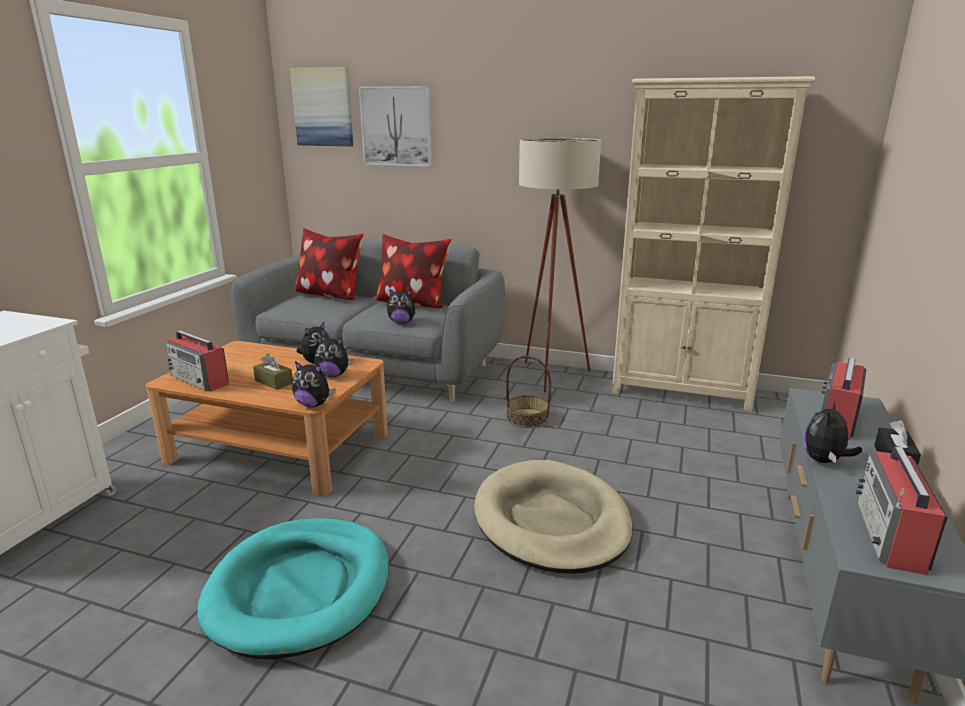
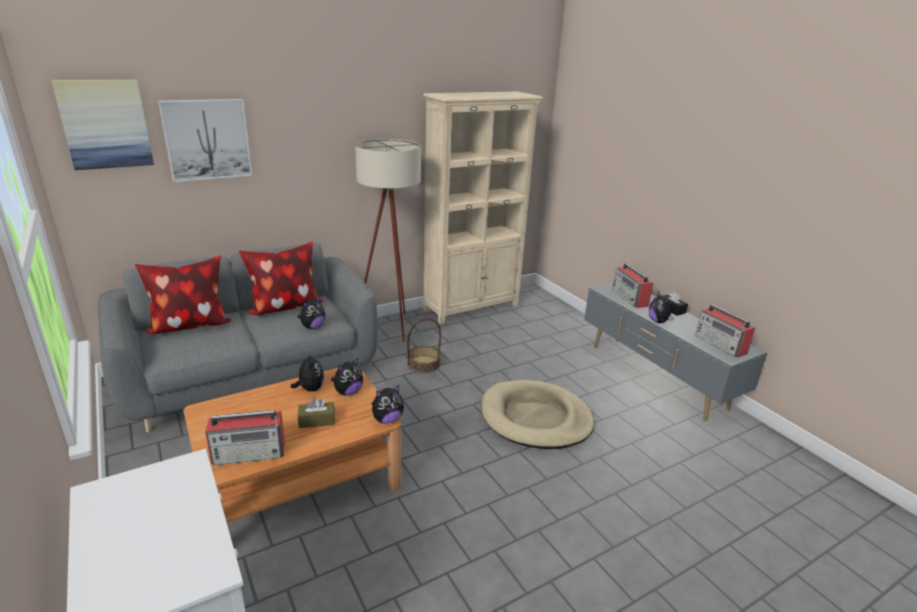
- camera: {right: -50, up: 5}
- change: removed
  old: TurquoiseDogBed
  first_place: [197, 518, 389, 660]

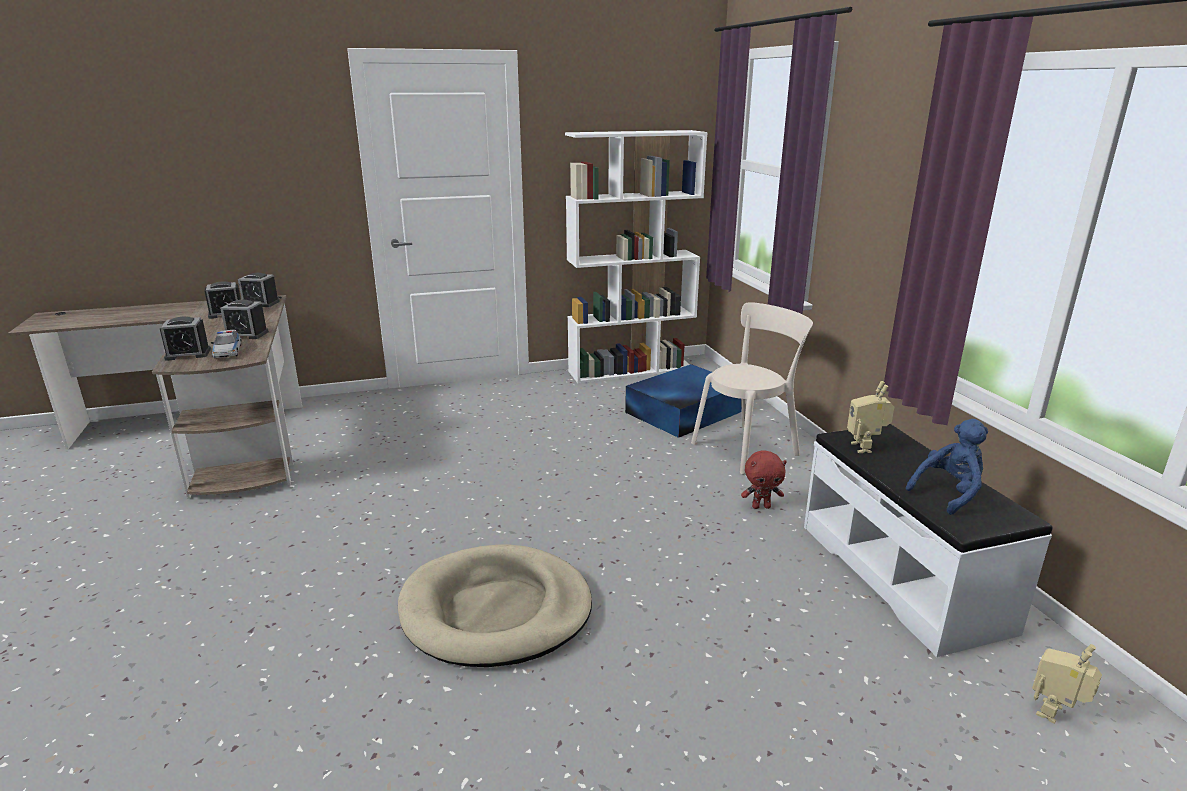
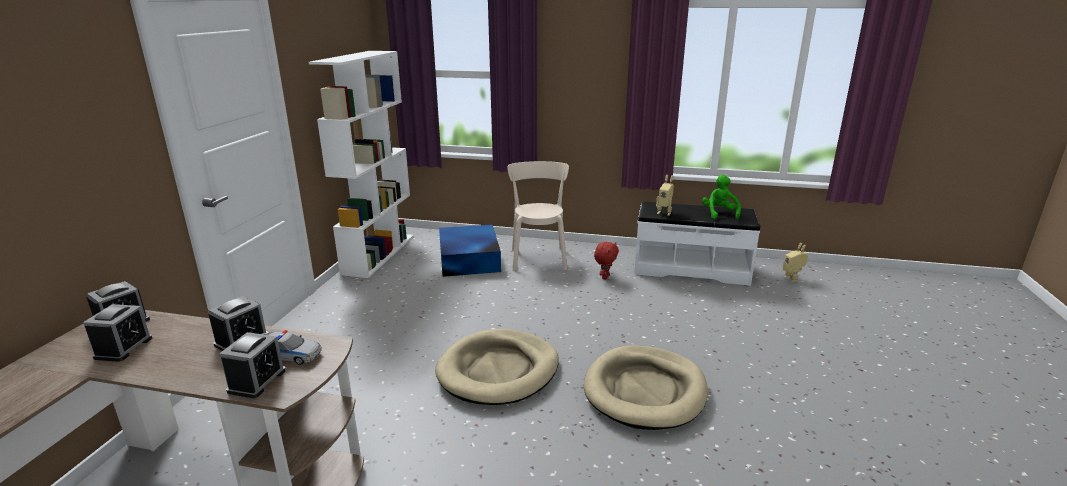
- camera: {right: -60, up: 0}
- change: added
  new: BeigeDogBed
  second_place: [435, 329, 559, 405]
- change: recoloured
  old: BluePlushToy
  new: GreenPlushToy
  first_place: [906, 419, 988, 515]
  second_place: [702, 175, 741, 220]

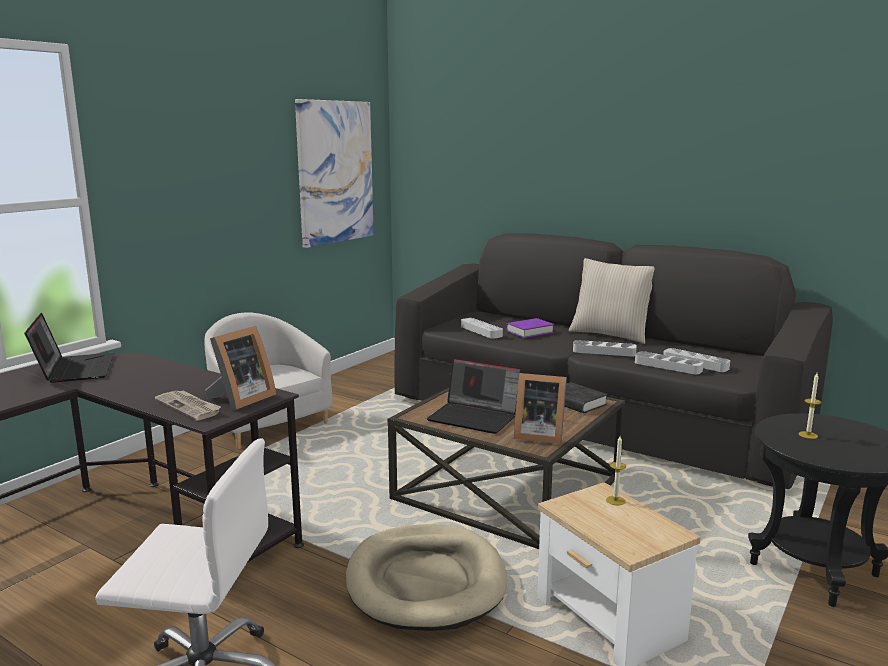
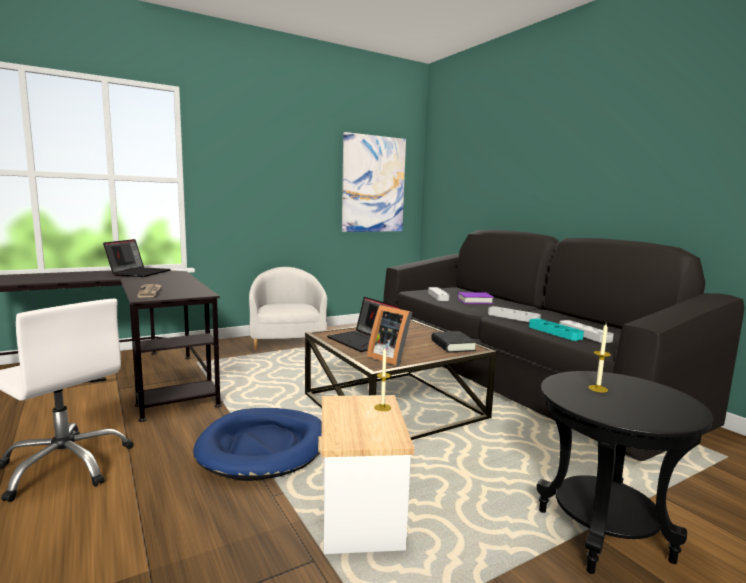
- camera: {right: 25, up: -5}
- change: removed
  old: PictureFrame
  first_place: [205, 326, 276, 410]
- change: removed
  old: BeigePillow
  first_place: [569, 258, 655, 344]
- change: recoloured
  old: BeigeDogBed
  new: BlueDogBed
  first_place: [346, 524, 508, 631]
  second_place: [193, 408, 322, 481]
- change: recoloured
  old: GreyTray
  new: TurquoiseTray
  first_place: [635, 351, 703, 374]
  second_place: [529, 318, 584, 341]

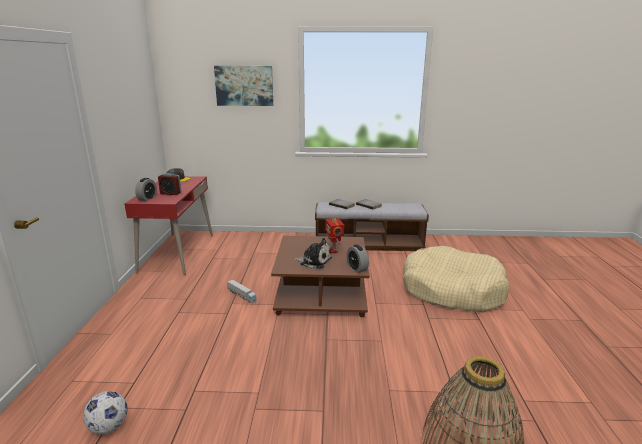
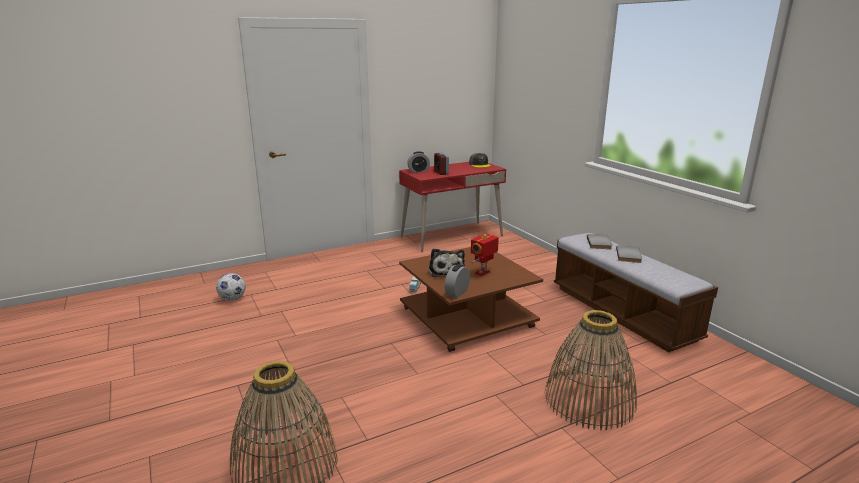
- camera: {right: 60, up: 0}
- change: removed
  old: Picture
  first_place: [214, 66, 273, 106]
- change: replaced
  old: BeigeDogBed
  new: Basket
  first_place: [403, 246, 509, 313]
  second_place: [544, 310, 637, 430]

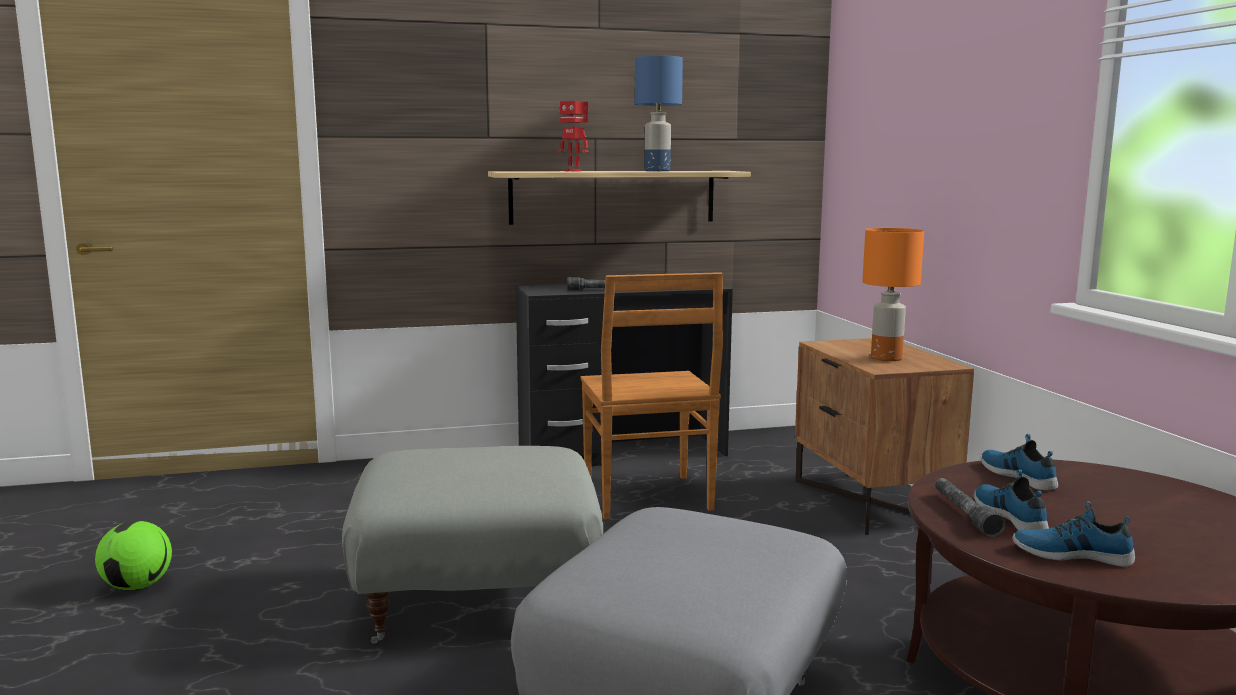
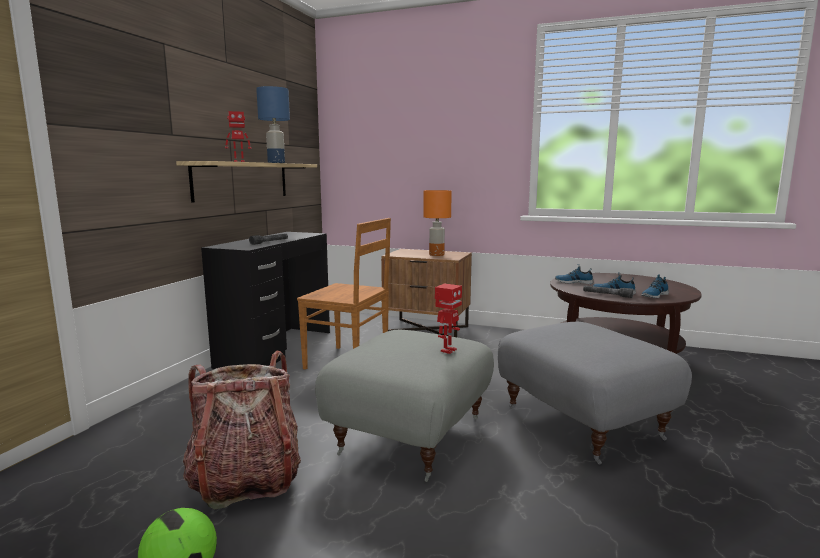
- camera: {right: -55, up: 0}
- change: added
  new: Backpack
  second_place: [183, 351, 301, 509]
- change: added
  new: ToyRobot
  second_place: [435, 283, 462, 354]

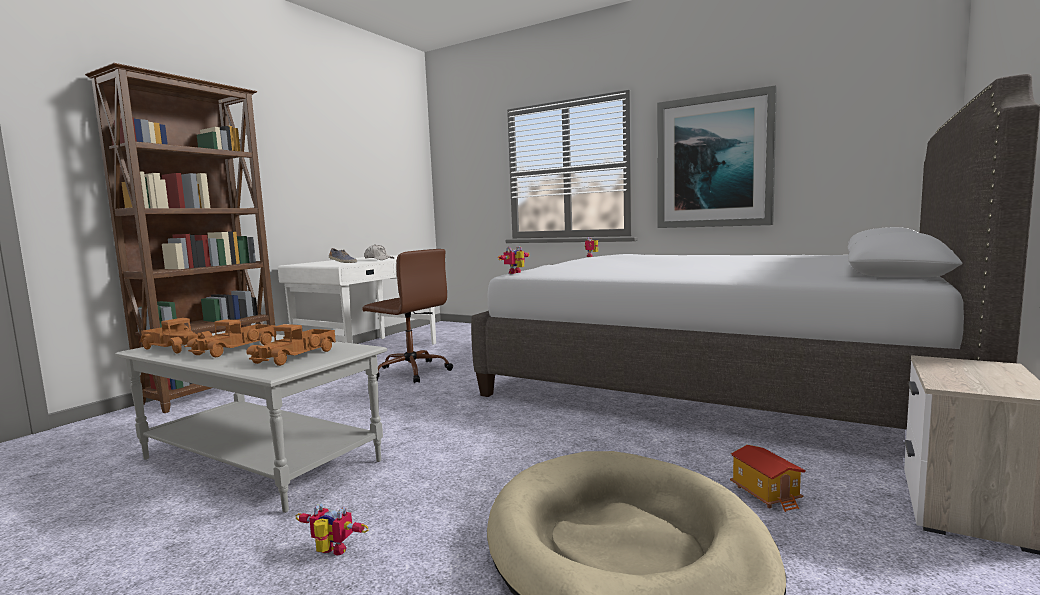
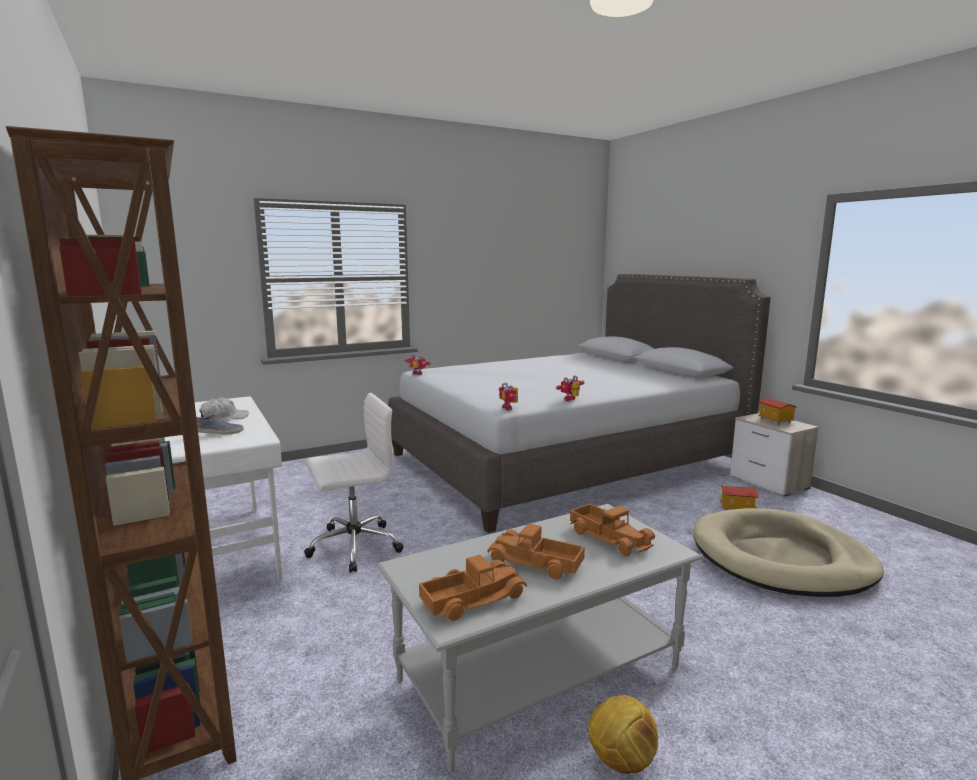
- camera: {right: -60, up: 5}
- change: removed
  old: Picture
  first_place: [657, 85, 777, 228]
- change: added
  new: Football
  second_place: [588, 695, 658, 774]
- change: added
  new: ToyHouse
  second_place: [758, 398, 797, 425]
- change: moved
  old: ToyRobot
  first_place: [296, 503, 368, 556]
  second_place: [556, 376, 585, 401]
- change: recoloured
  old: BrownOfficeChair
  new: WhiteOfficeChair
  first_place: [363, 249, 453, 383]
  second_place: [304, 393, 404, 573]
- change: turned
  old: ToyTruck
  first_place: [187, 319, 275, 357]
  second_place: [487, 523, 585, 579]
  degrees: 150

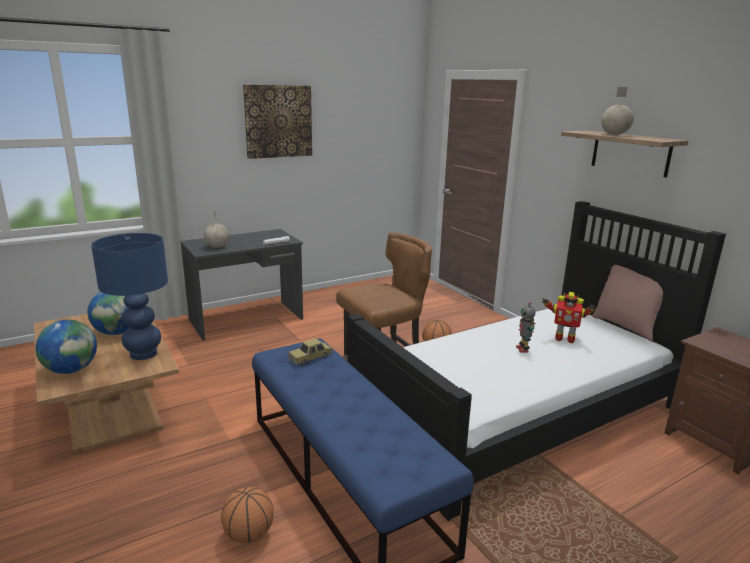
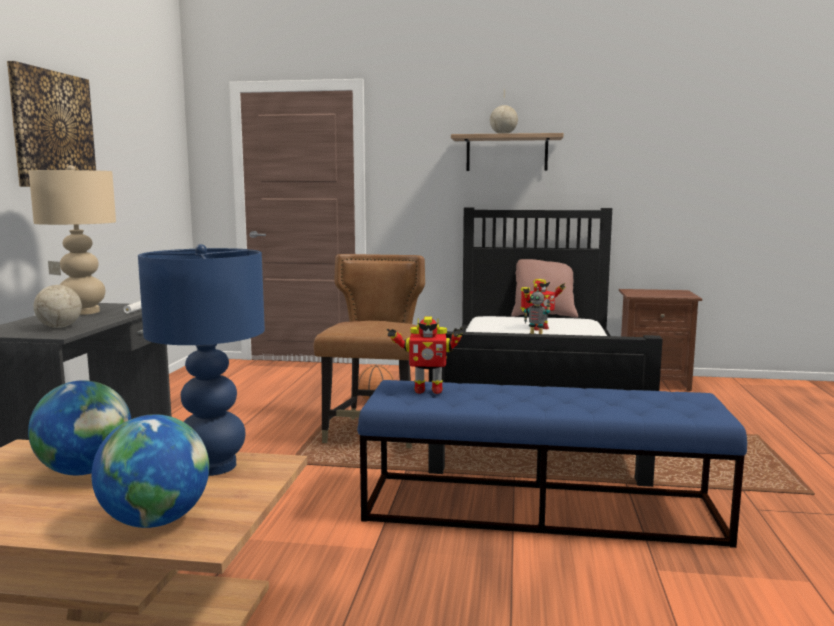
- camera: {right: -50, up: -10}
- change: removed
  old: Basketball
  first_place: [221, 487, 274, 543]
- change: added
  new: BeigeTableLamp
  second_place: [29, 165, 116, 315]
- change: replaced
  old: ToyCar
  new: ToyRobot
  first_place: [288, 338, 332, 365]
  second_place: [387, 317, 463, 394]

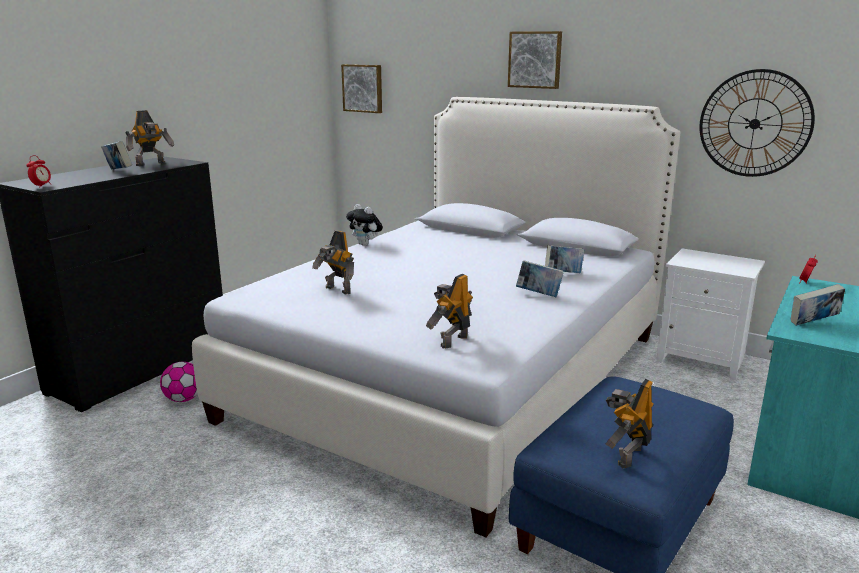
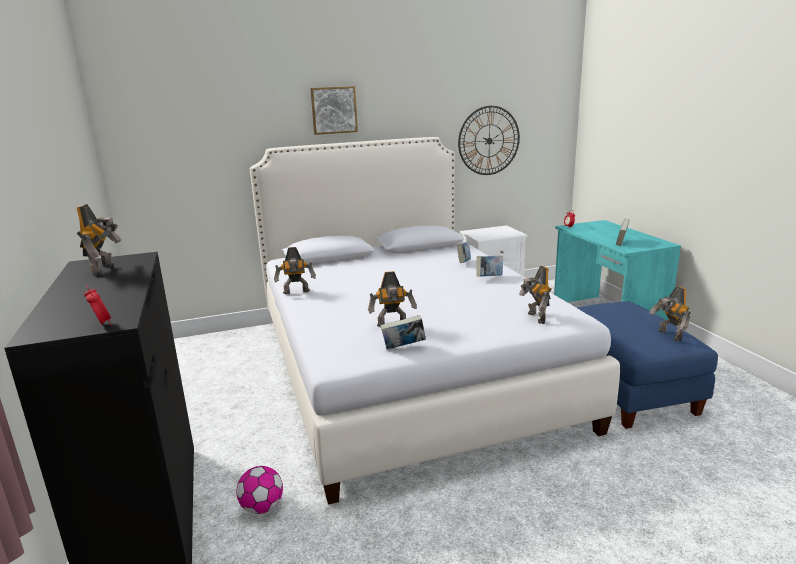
- camera: {right: -50, up: 0}
- change: removed
  old: Picture
  first_place: [341, 64, 382, 113]
- change: moved
  old: Book
  first_place: [101, 141, 132, 170]
  second_place: [380, 315, 426, 349]
- change: replaced
  old: PlushToy
  new: ToyRobot
  first_place: [346, 204, 383, 246]
  second_place: [274, 247, 316, 294]

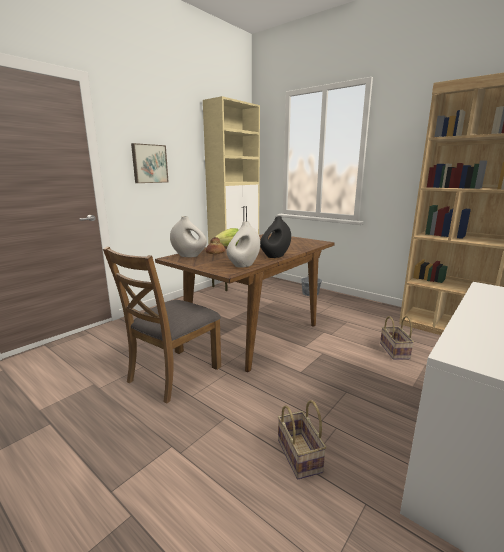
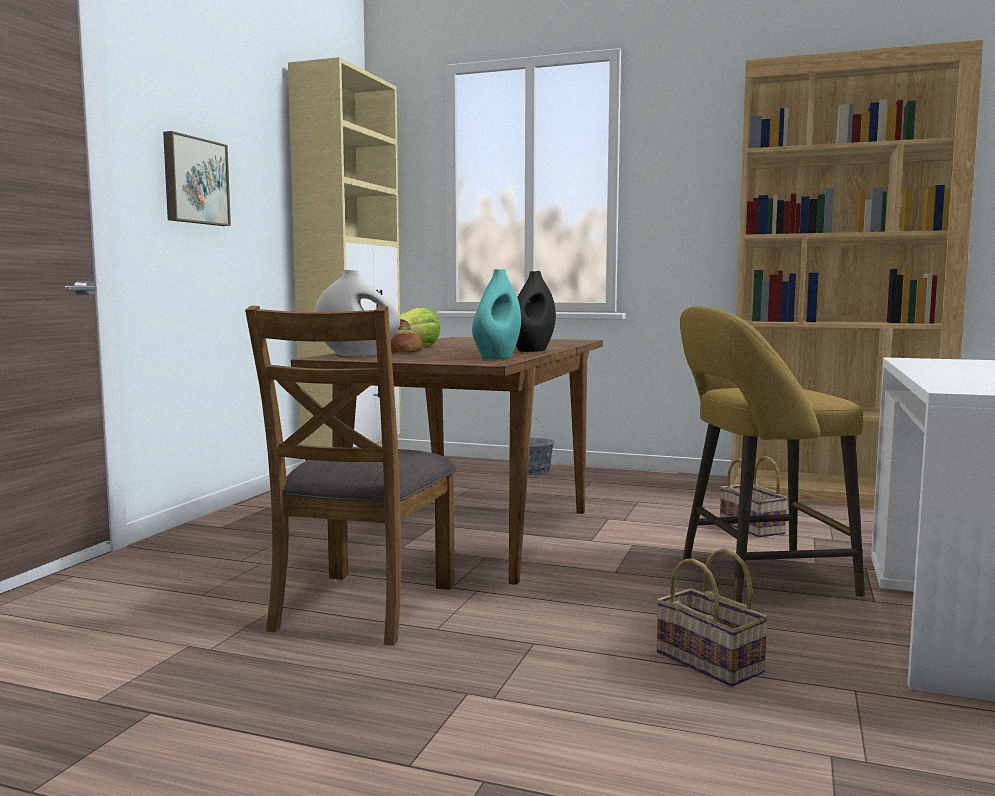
- camera: {right: -20, up: -10}
- change: added
  new: YellowStool
  second_place: [680, 306, 865, 603]
- change: recoloured
  old: WhiteVase
  new: TurquoiseVase
  first_place: [226, 221, 260, 268]
  second_place: [472, 269, 521, 359]

